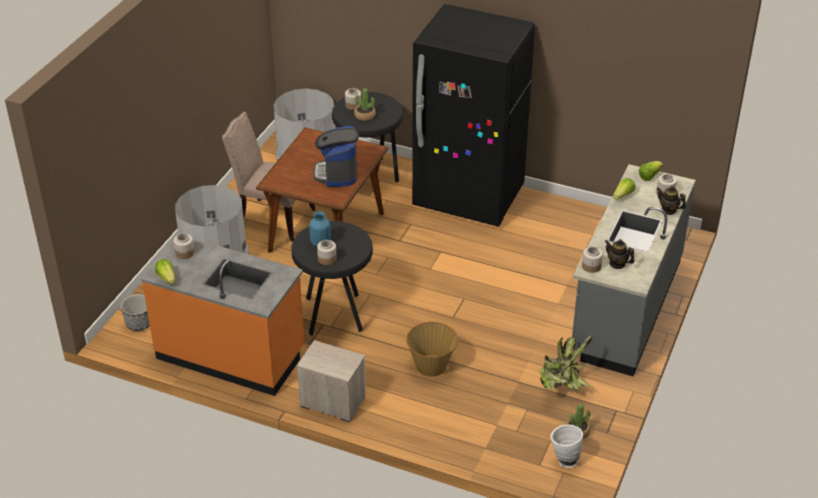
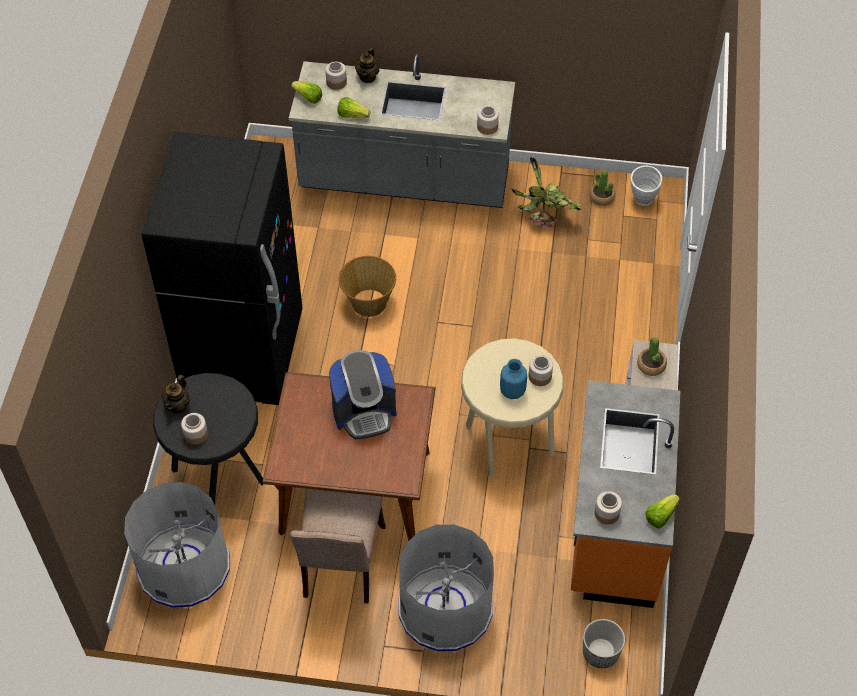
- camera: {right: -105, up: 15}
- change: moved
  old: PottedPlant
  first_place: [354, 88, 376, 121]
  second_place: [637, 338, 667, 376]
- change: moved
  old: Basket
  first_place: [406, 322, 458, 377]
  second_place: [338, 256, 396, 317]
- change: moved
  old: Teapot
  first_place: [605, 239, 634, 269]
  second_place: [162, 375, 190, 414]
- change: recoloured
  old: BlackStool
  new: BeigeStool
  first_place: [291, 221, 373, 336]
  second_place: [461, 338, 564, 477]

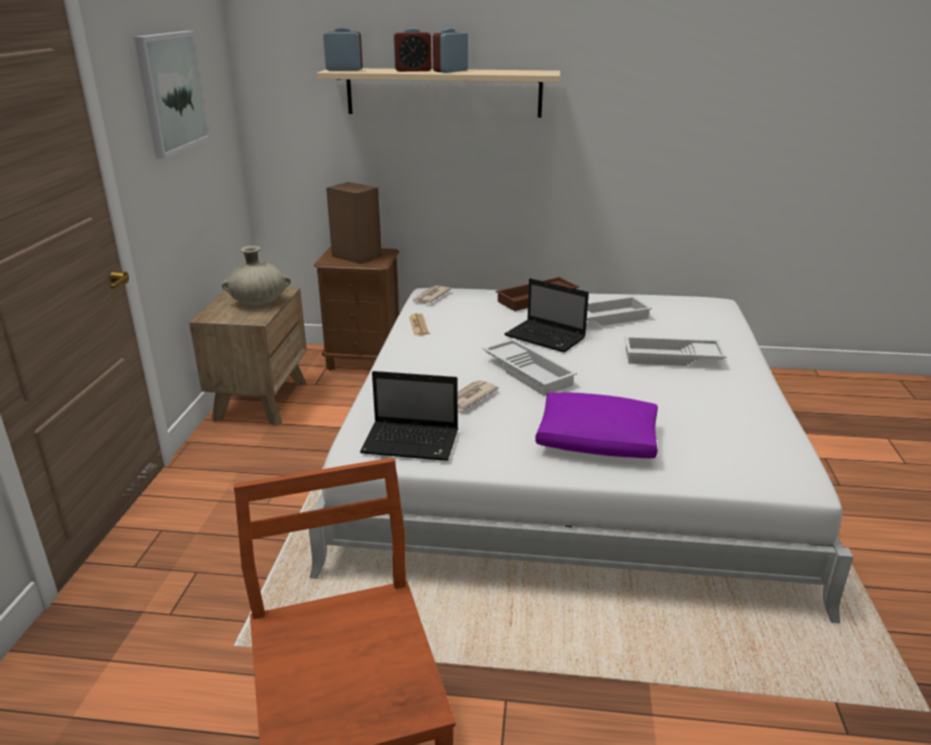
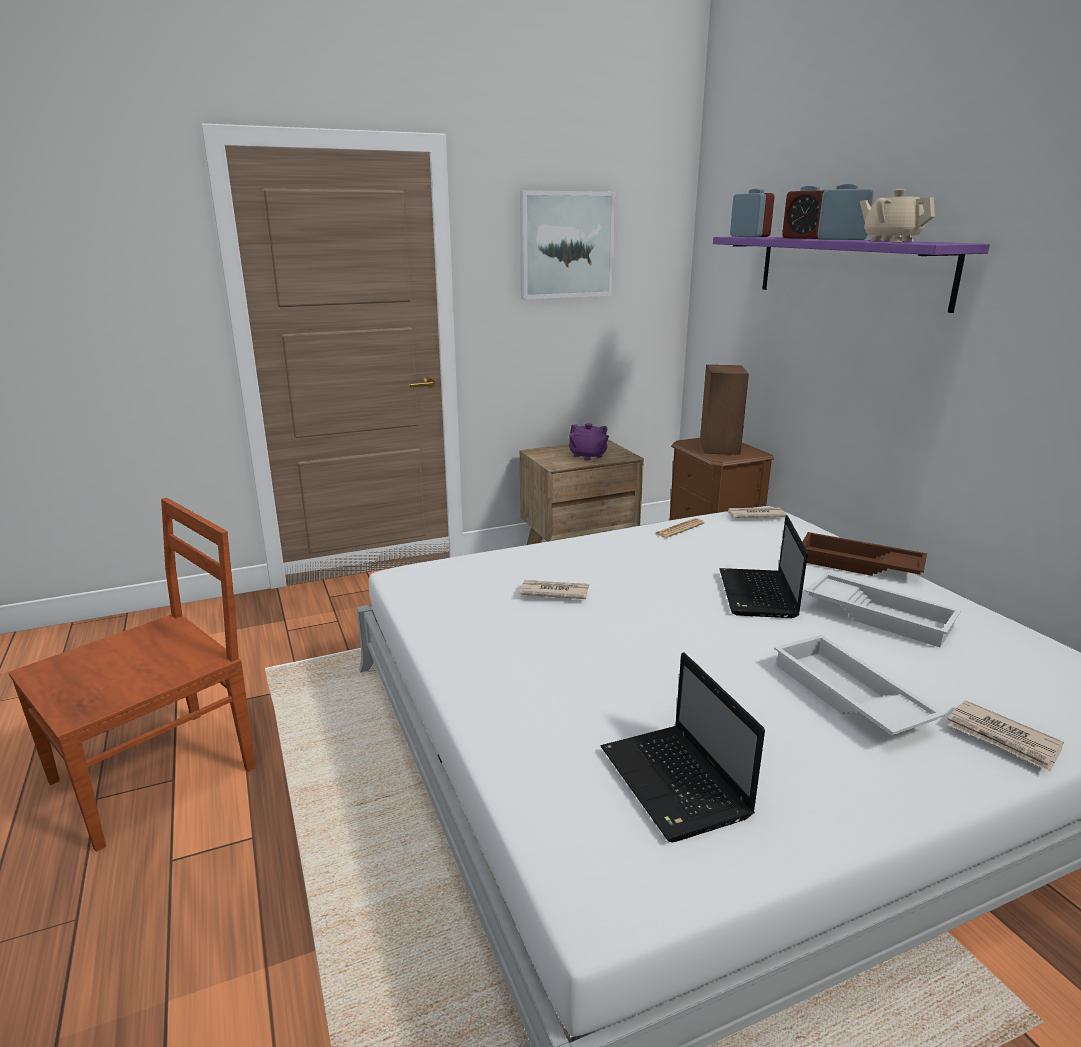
- camera: {right: 60, up: -5}
- change: removed
  old: WhiteTray
  first_place: [483, 339, 577, 396]
- change: removed
  old: PurplePillow
  first_place: [535, 392, 658, 458]
- change: added
  new: BeigeTeapot
  second_place: [860, 189, 935, 242]
- change: added
  new: Newspaper
  second_place: [947, 700, 1064, 772]
- change: moved
  old: Laptop
  first_place: [360, 371, 458, 461]
  second_place: [601, 652, 765, 842]
- change: replaced
  old: BeigeVase
  new: PurpleTeapot
  first_place: [222, 246, 291, 305]
  second_place: [569, 423, 609, 461]
- change: recoloured
  old: BeigeShelf
  new: PurpleShelf
  first_place: [317, 68, 560, 118]
  second_place: [713, 237, 990, 313]

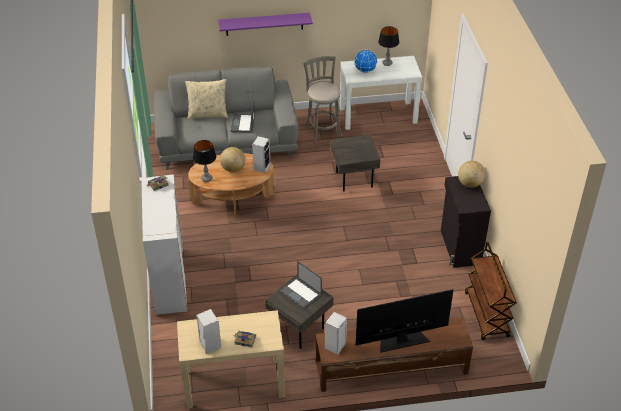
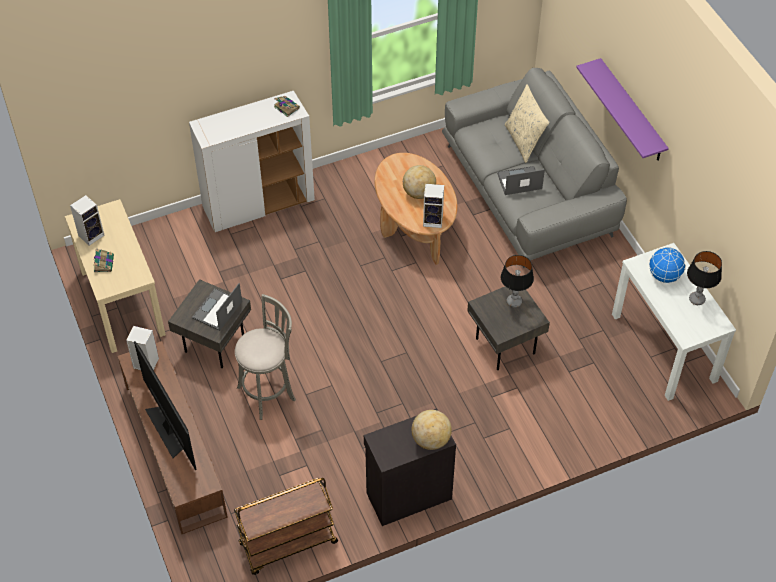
- camera: {right: 75, up: 10}
- change: moved
  old: TableLamp
  first_place: [193, 140, 216, 182]
  second_place: [501, 255, 534, 308]
- change: moved
  old: GreyStool
  first_place: [304, 56, 342, 143]
  second_place: [235, 294, 296, 420]

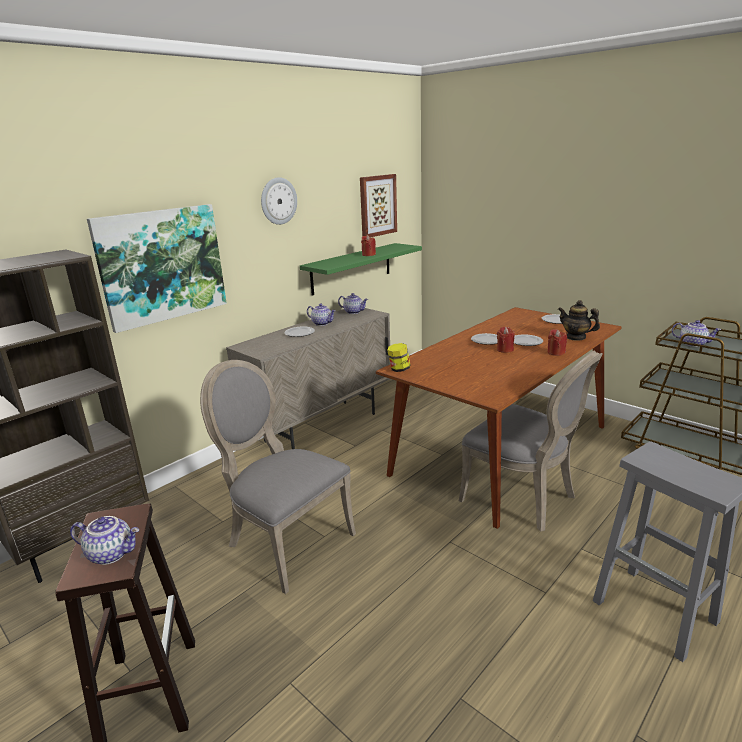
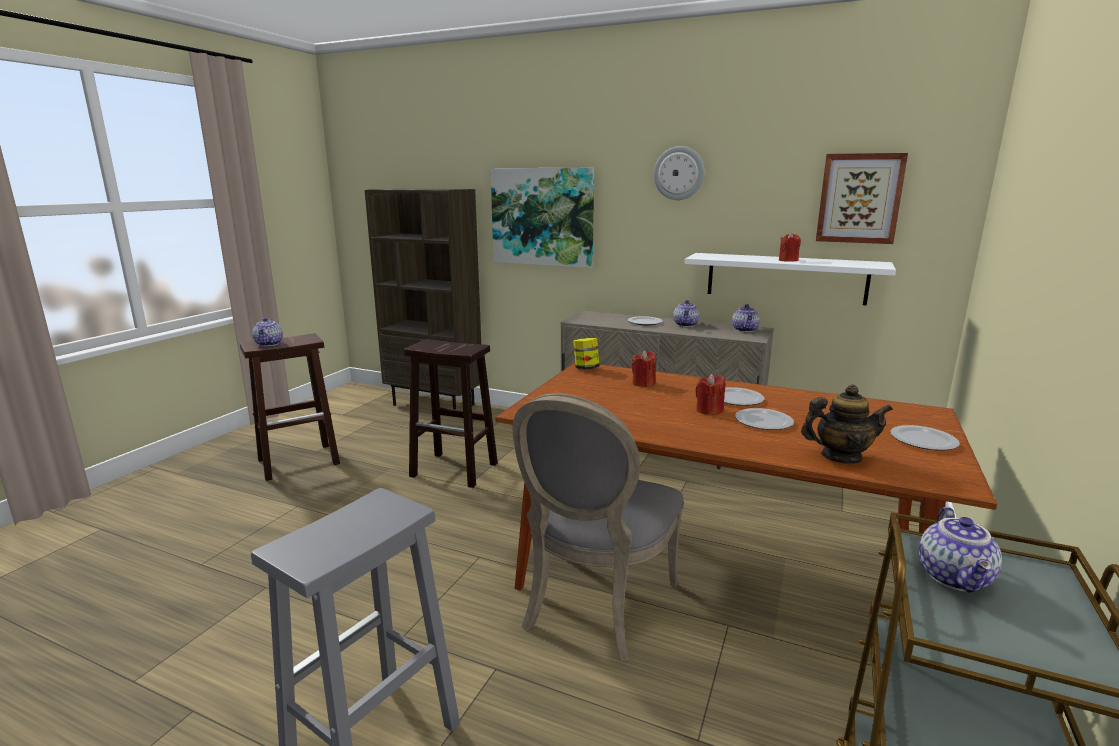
- camera: {right: 70, up: -5}
- change: moved
  old: RedCandle
  first_place: [548, 329, 567, 356]
  second_place: [632, 350, 656, 387]
- change: replaced
  old: GreyChair
  new: BrownStool
  first_place: [200, 360, 356, 594]
  second_place: [404, 339, 498, 488]
- change: recoloured
  old: GreenShelf
  new: WhiteShelf
  first_place: [300, 243, 422, 296]
  second_place: [684, 253, 896, 306]
- change: turned
  old: Teapot
  first_place: [558, 300, 600, 341]
  second_place: [801, 384, 893, 464]
  degrees: 75

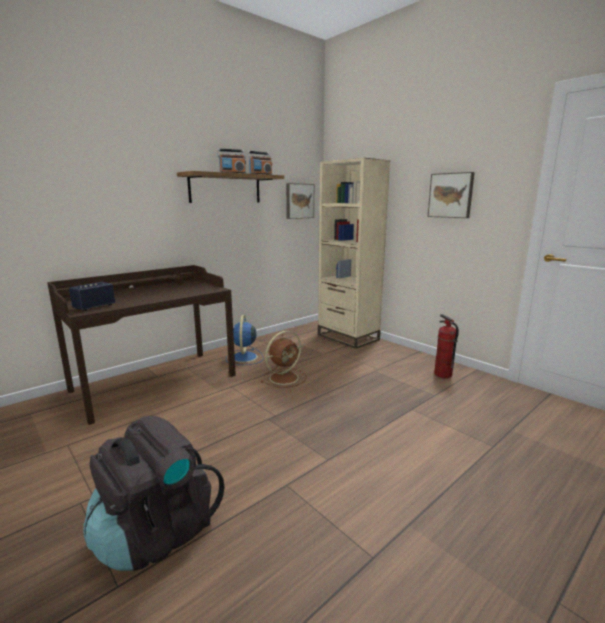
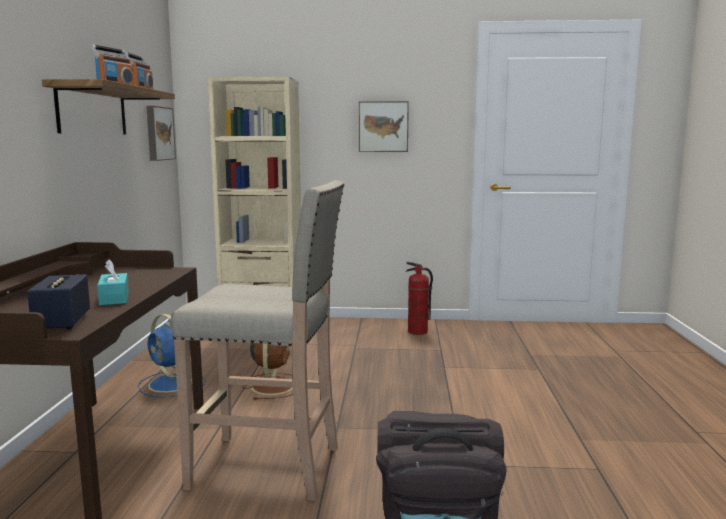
- camera: {right: -45, up: -5}
- change: added
  new: TurquoiseTissueBox
  second_place: [97, 259, 129, 305]
- change: added
  new: BeigeStool
  second_place: [170, 180, 344, 501]

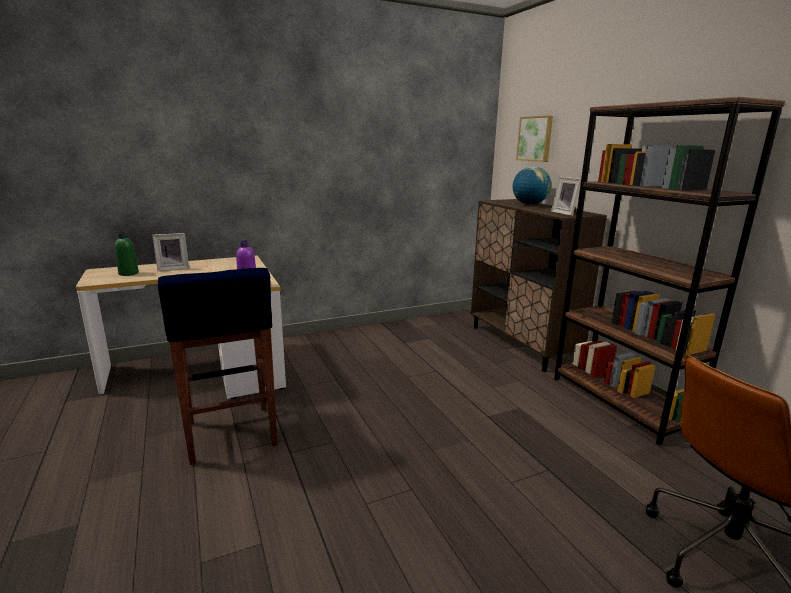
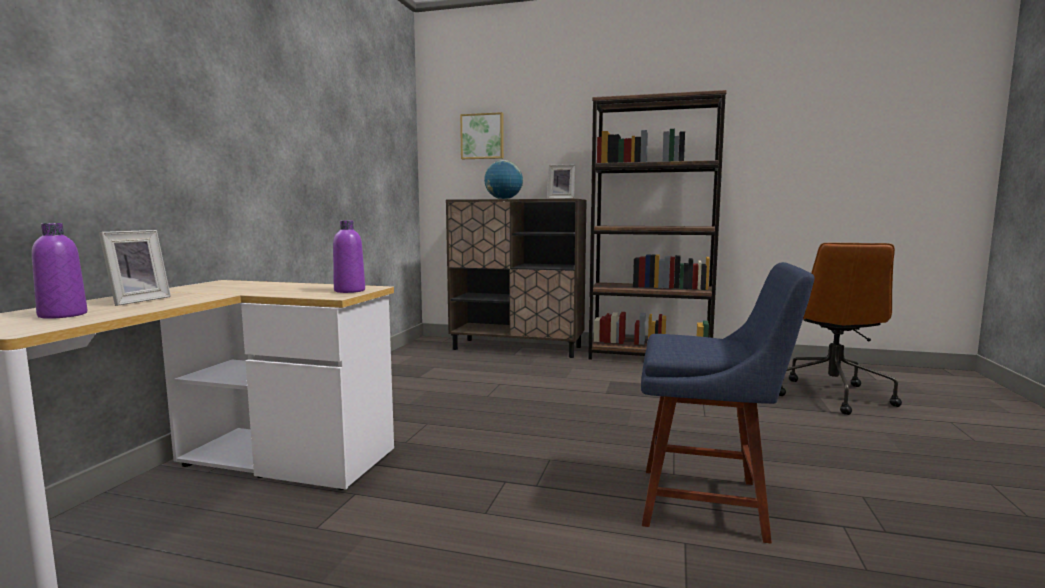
- camera: {right: -50, up: -10}
- change: removed
  old: BlueStool
  first_place: [158, 268, 278, 465]
- change: added
  new: BlueChair
  second_place: [641, 262, 815, 544]
- change: recoloured
  old: GreenBottle
  new: PurpleBottle
  first_place: [115, 232, 139, 276]
  second_place: [32, 223, 87, 319]

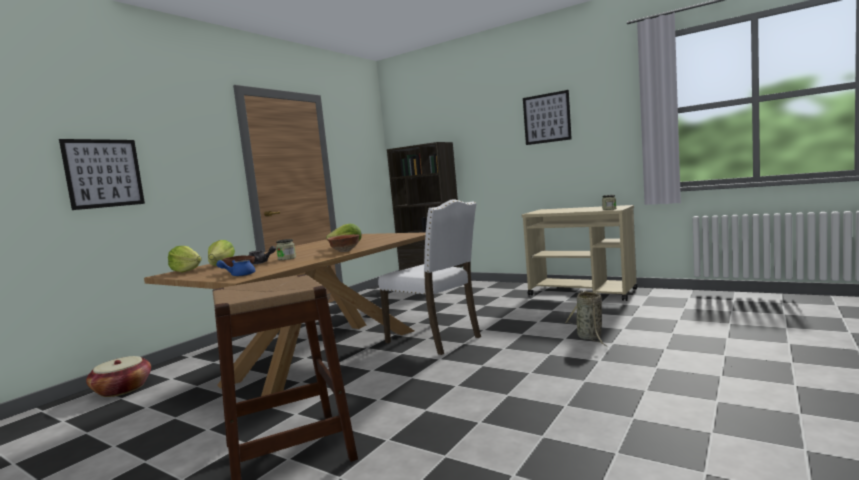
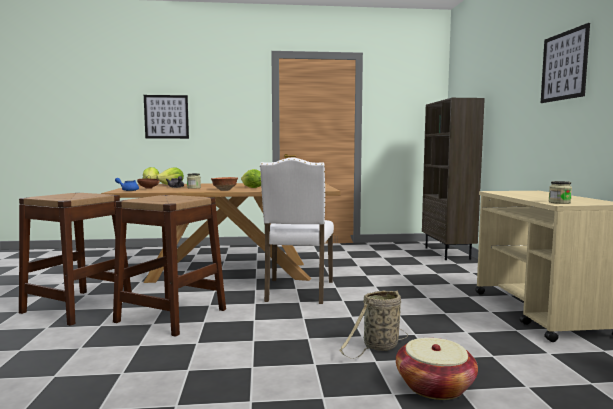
- camera: {right: 50, up: 0}
- change: added
  new: BrownStool
  second_place: [113, 195, 226, 337]
- change: moved
  old: Basket
  first_place: [86, 356, 151, 397]
  second_place: [396, 338, 478, 400]

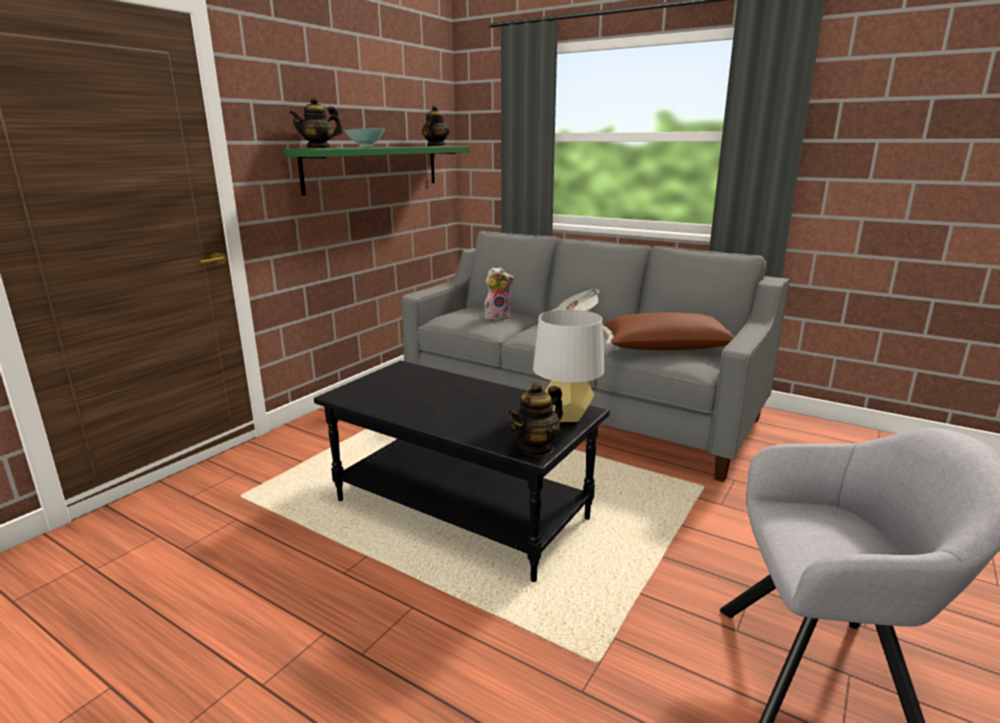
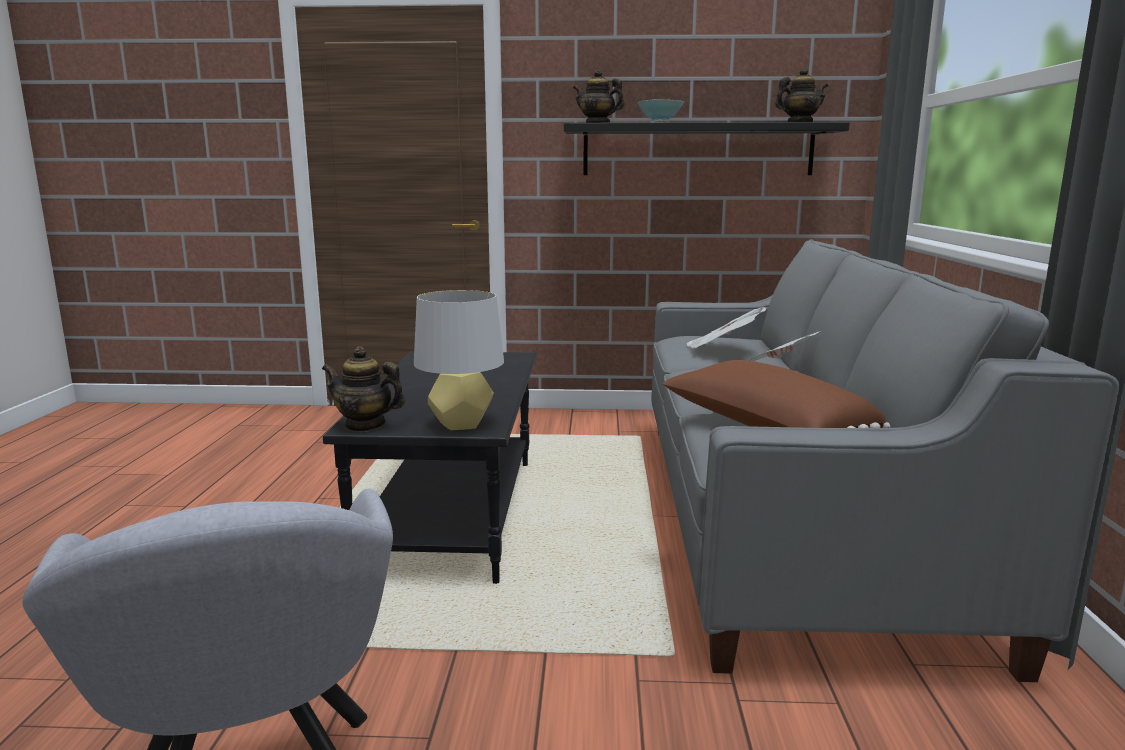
- camera: {right: 60, up: -5}
- change: replaced
  old: PlushToy
  new: Newspaper
  first_place: [484, 267, 514, 320]
  second_place: [687, 307, 766, 349]
- change: recoloured
  old: GreenShelf
  new: BlackShelf
  first_place: [283, 146, 470, 195]
  second_place: [564, 122, 850, 175]

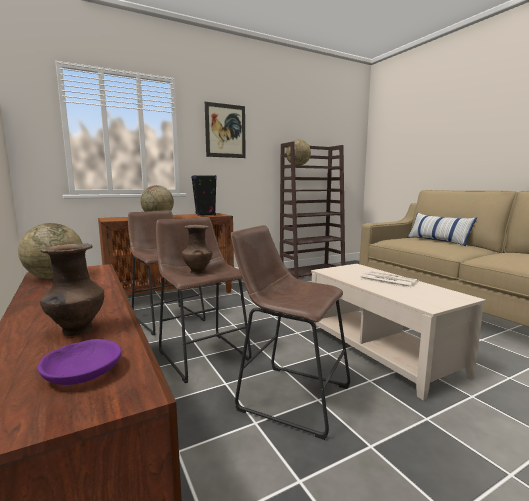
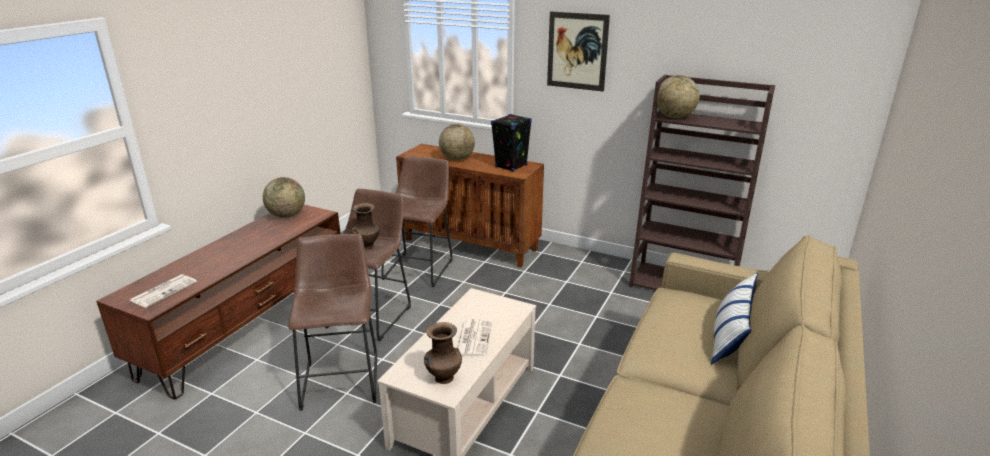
- camera: {right: 55, up: 15}
- change: moved
  old: BrownVase
  first_place: [40, 243, 104, 336]
  second_place: [424, 322, 462, 384]
- change: replaced
  old: PurpleBowl
  new: Newspaper
  first_place: [38, 339, 121, 385]
  second_place: [129, 274, 197, 308]

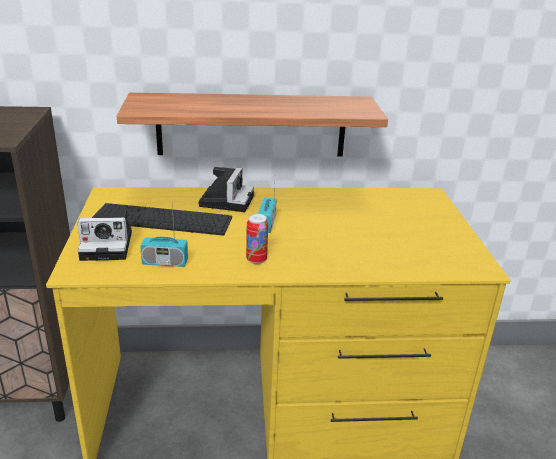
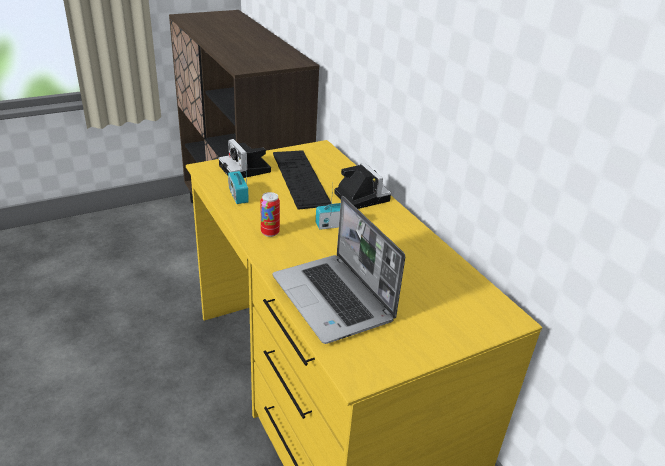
- camera: {right: 65, up: 5}
- change: removed
  old: Shelf
  first_place: [117, 93, 388, 157]
- change: added
  new: Laptop
  second_place: [272, 196, 405, 344]
- change: turned
  old: PhotoCamera
  first_place: [199, 167, 254, 212]
  second_place: [334, 163, 391, 209]
  degrees: -105

